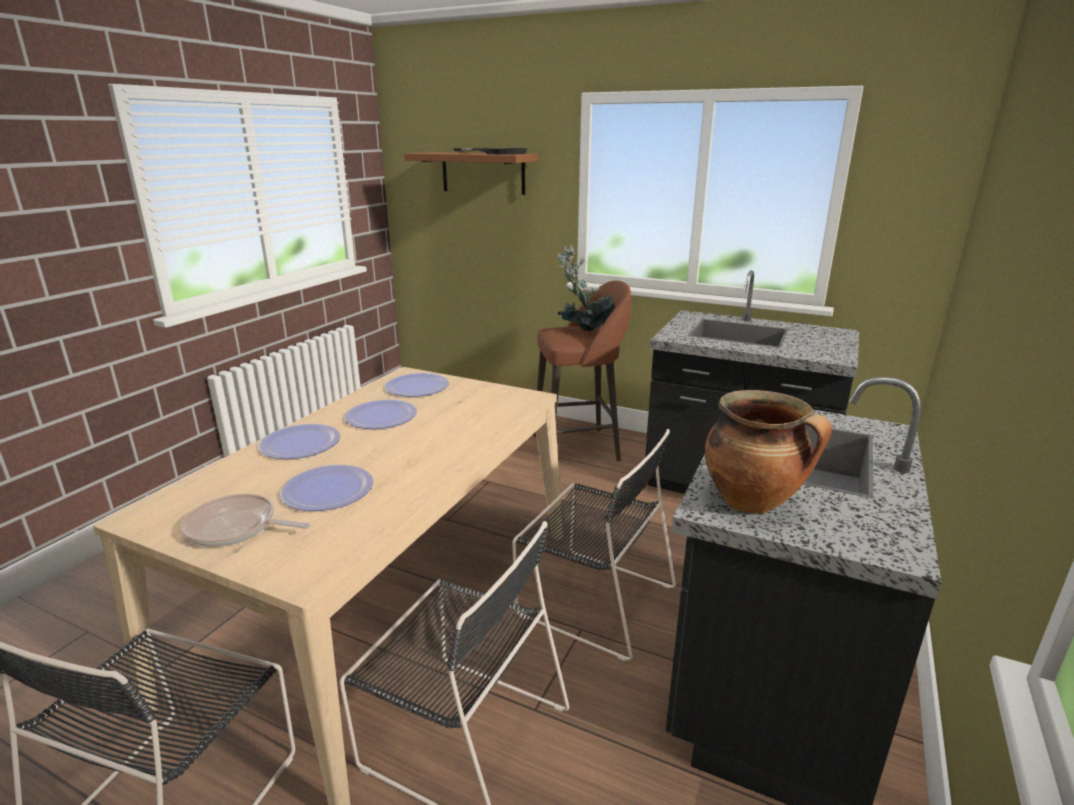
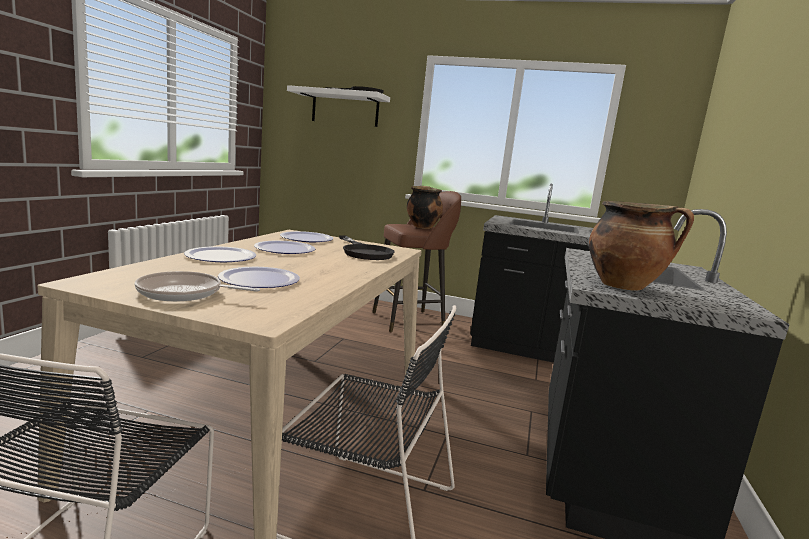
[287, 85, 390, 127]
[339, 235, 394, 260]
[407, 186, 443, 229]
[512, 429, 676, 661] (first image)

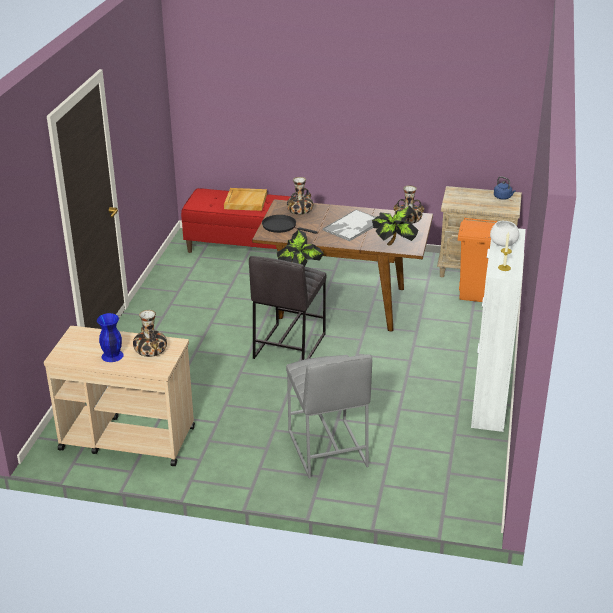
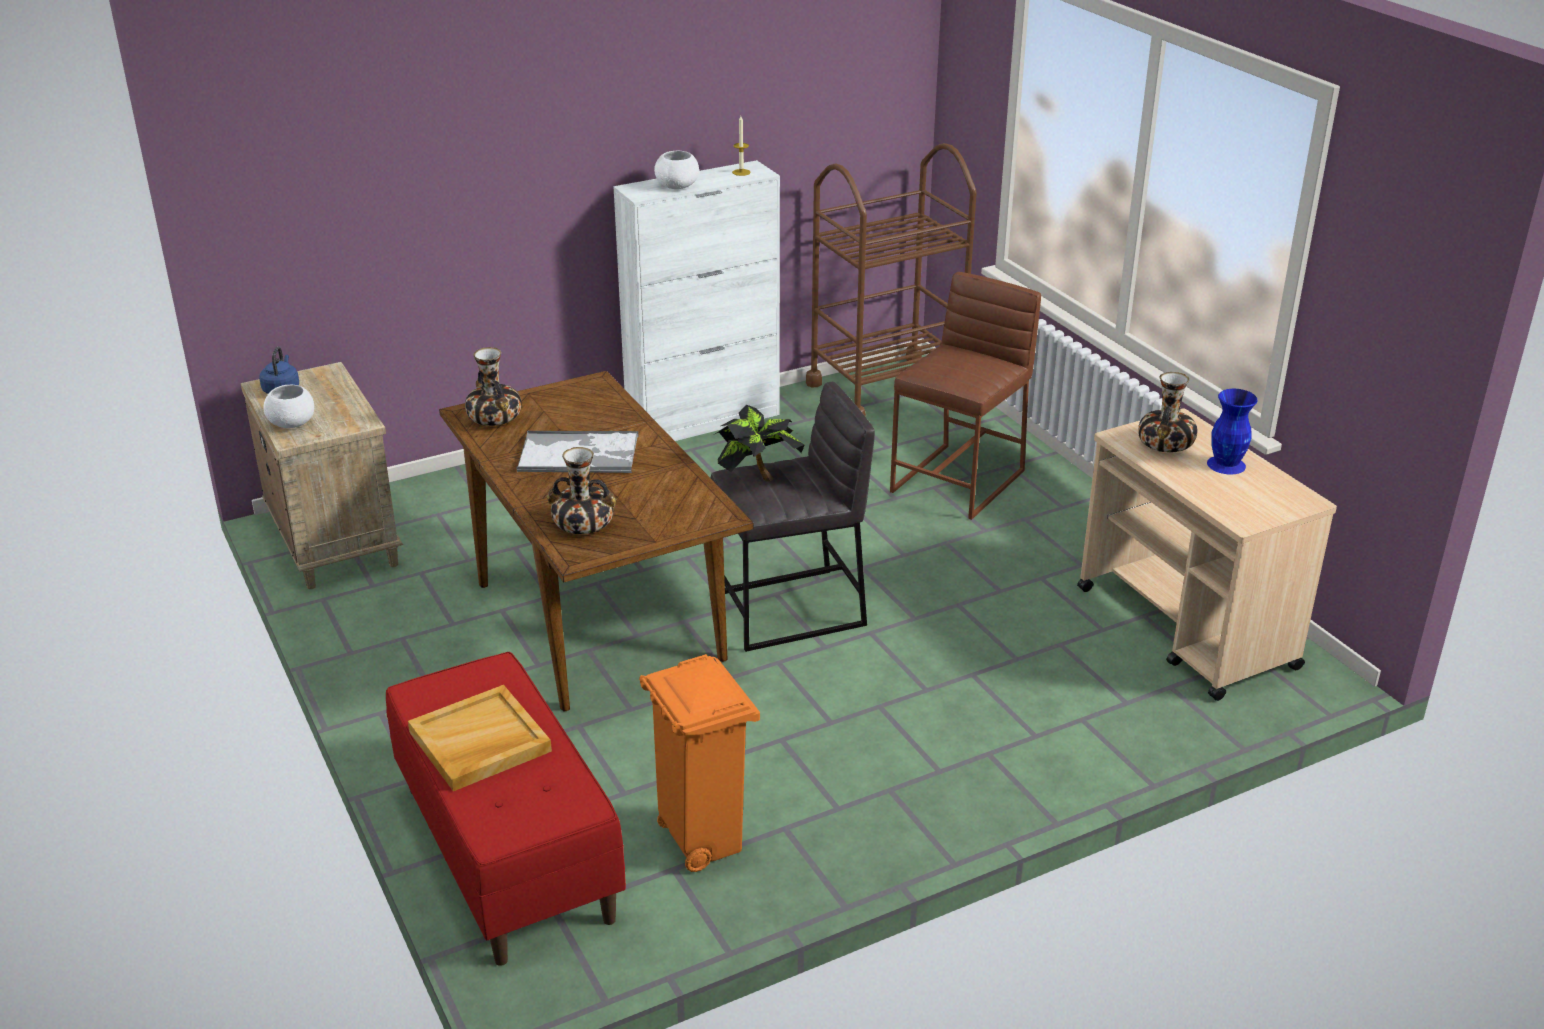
[263, 385, 314, 428]
[639, 654, 760, 872]
[806, 143, 977, 417]
[890, 272, 1041, 520]
[262, 215, 317, 234] (first image)
[372, 206, 418, 245] (first image)

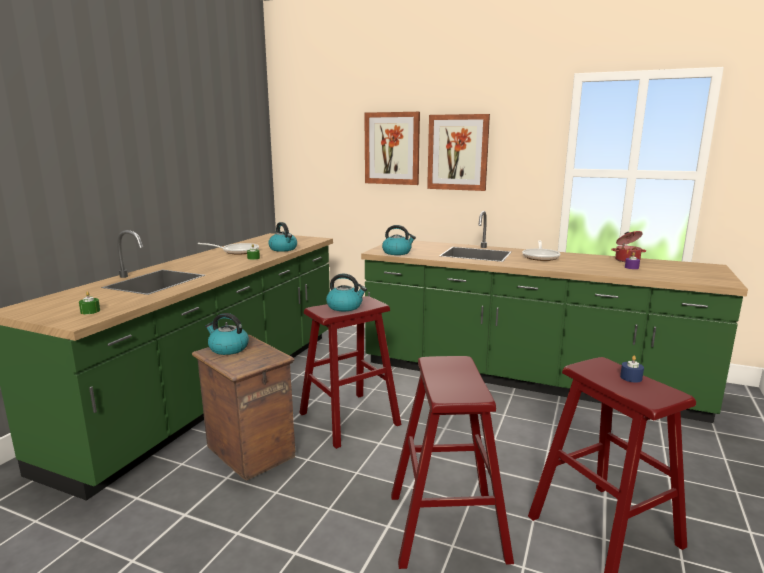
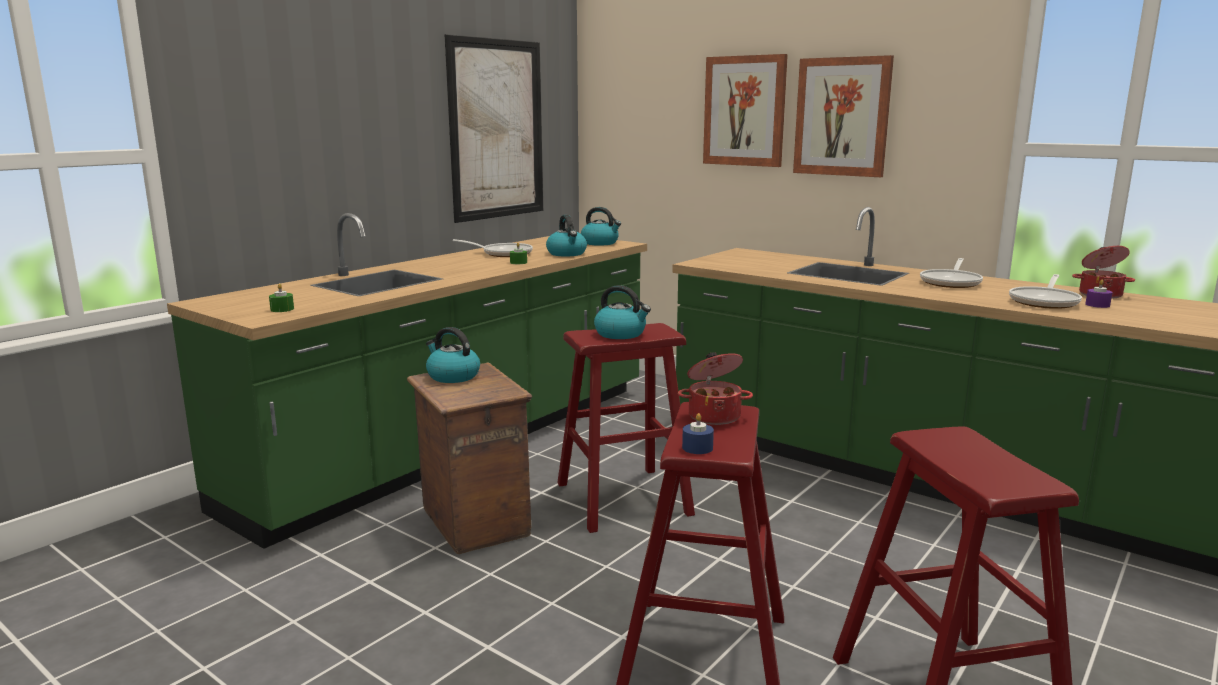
[444, 34, 543, 223]
[581, 207, 621, 246]
[678, 352, 753, 425]
[682, 413, 714, 454]
[1009, 274, 1082, 309]

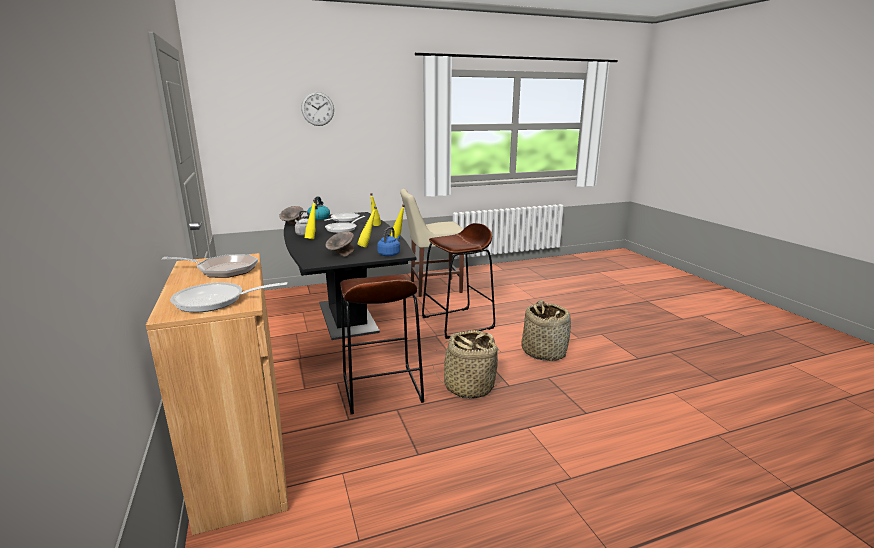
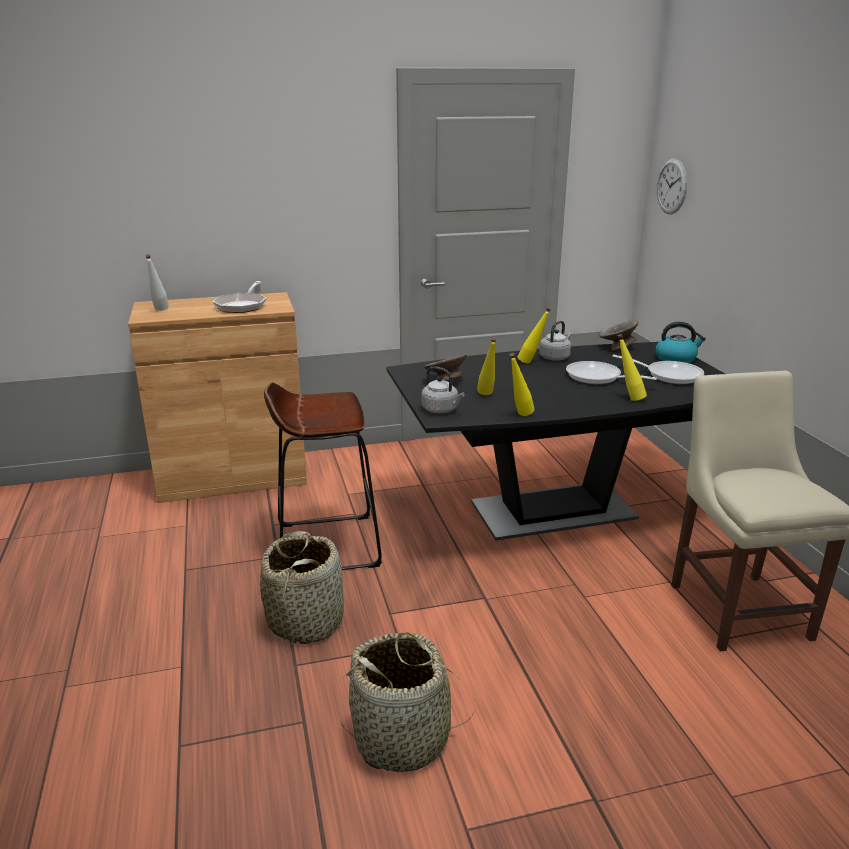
[146, 254, 169, 311]
[421, 366, 465, 413]
[657, 159, 687, 214]
[422, 223, 495, 339] (first image)

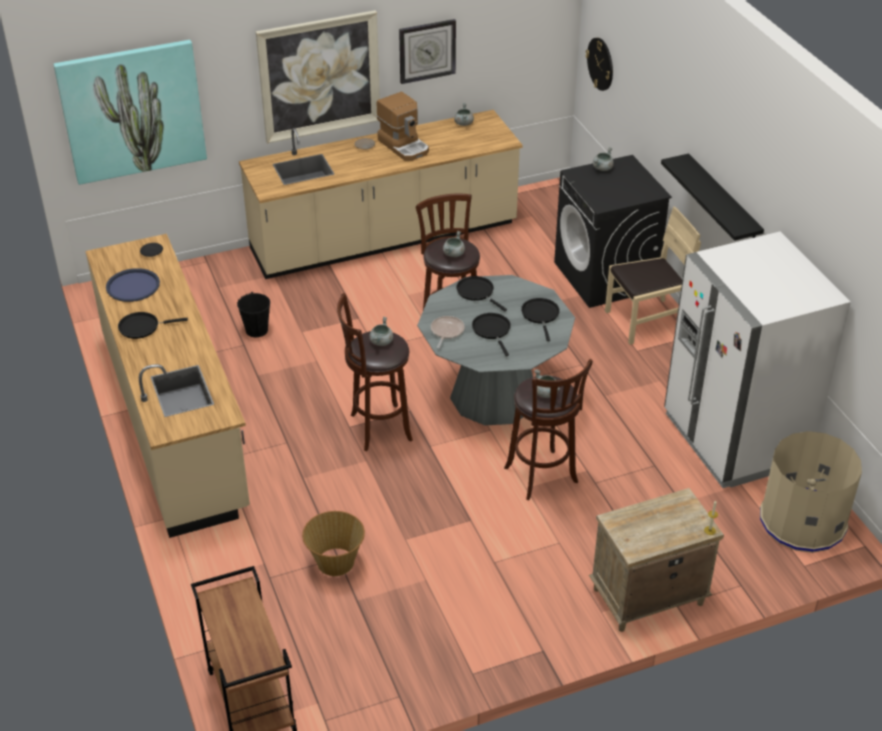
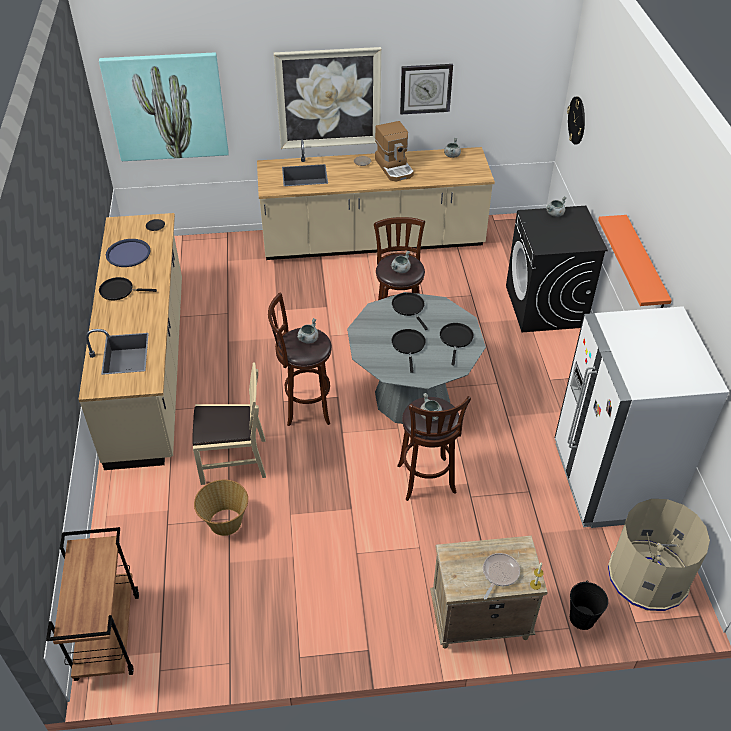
[192, 362, 266, 485]
[483, 553, 520, 600]
[570, 581, 608, 630]
[598, 215, 672, 308]

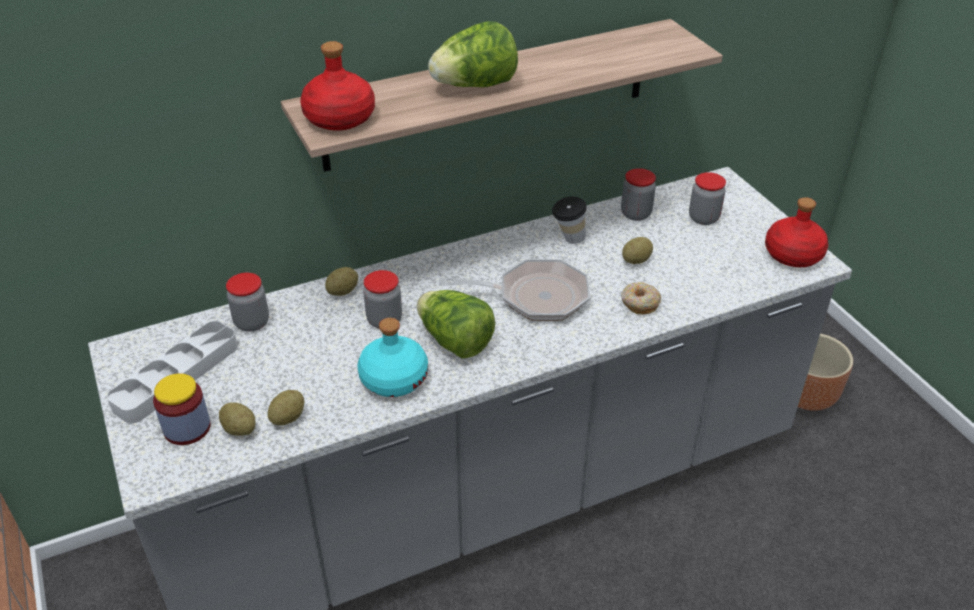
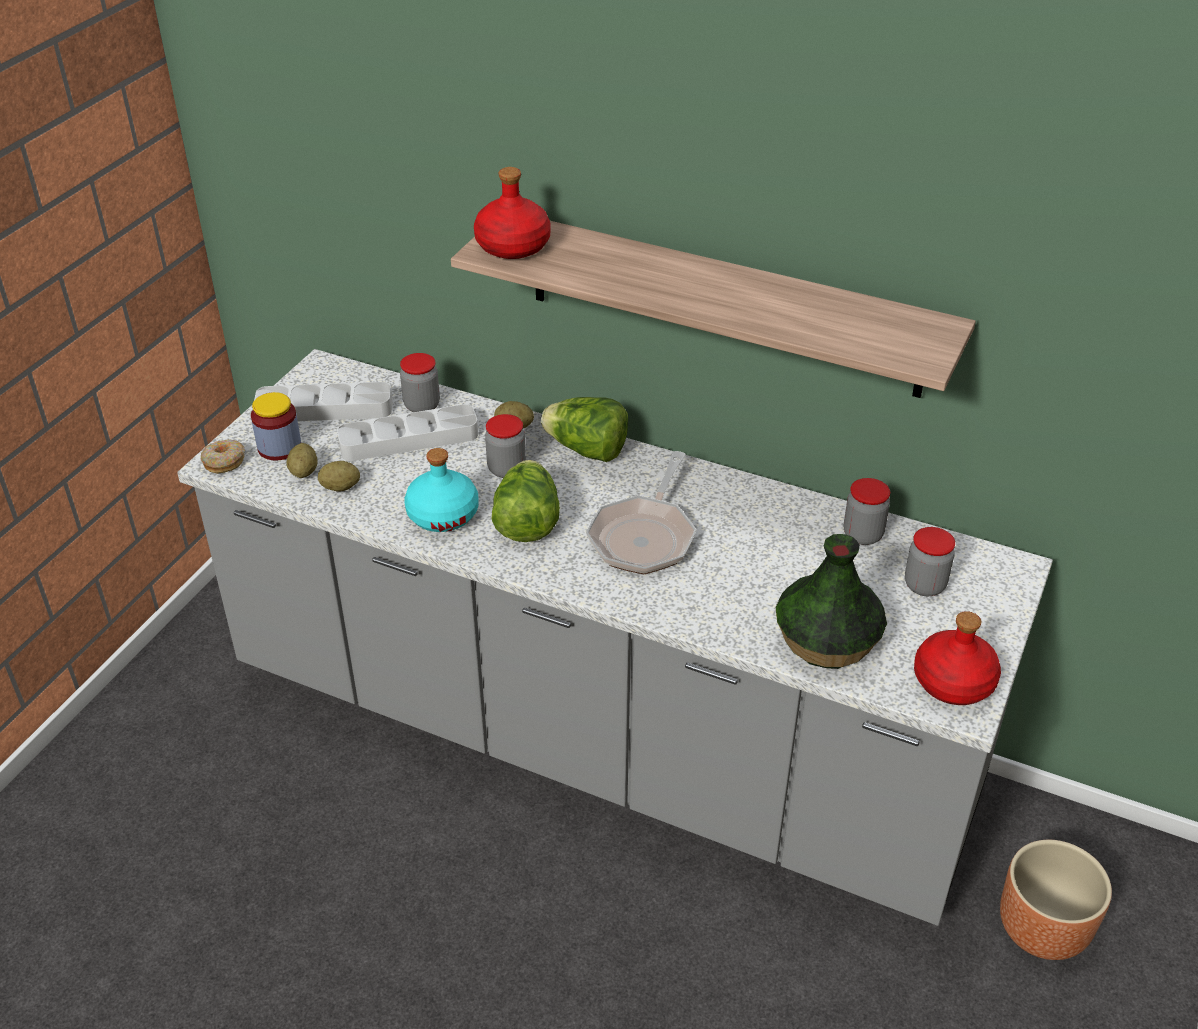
[201, 439, 245, 474]
[337, 404, 478, 461]
[541, 397, 628, 462]
[586, 451, 697, 574]
[775, 534, 887, 669]
[552, 196, 586, 244] (first image)
[622, 237, 653, 264] (first image)

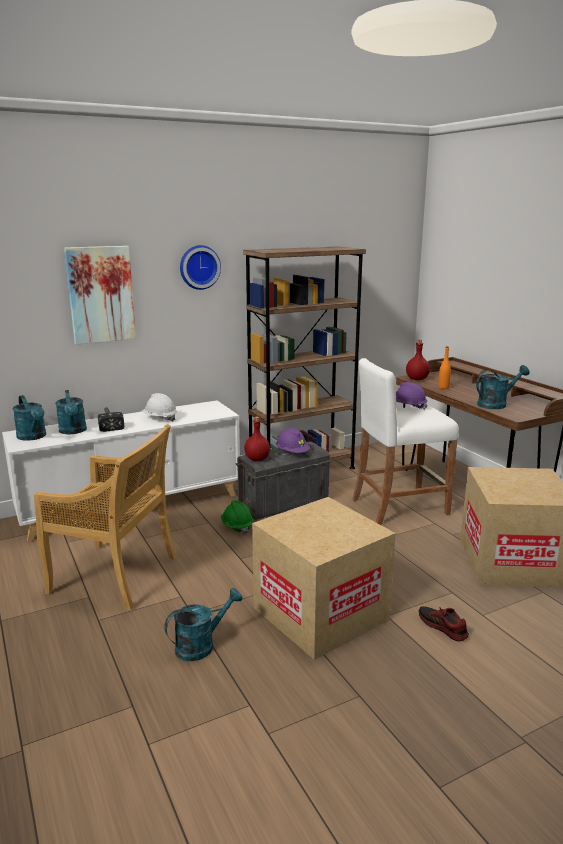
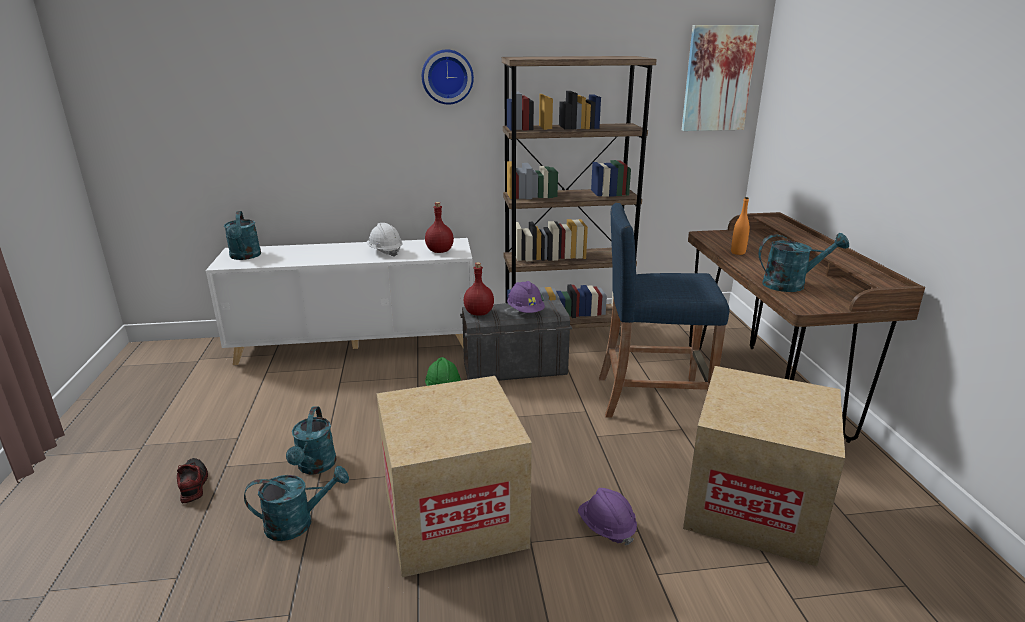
[177, 458, 208, 503]
[286, 407, 337, 475]
[425, 202, 454, 253]
[578, 488, 637, 546]
[599, 203, 730, 418]
[682, 25, 759, 131]
[34, 424, 176, 610] (first image)
[98, 407, 124, 432] (first image)

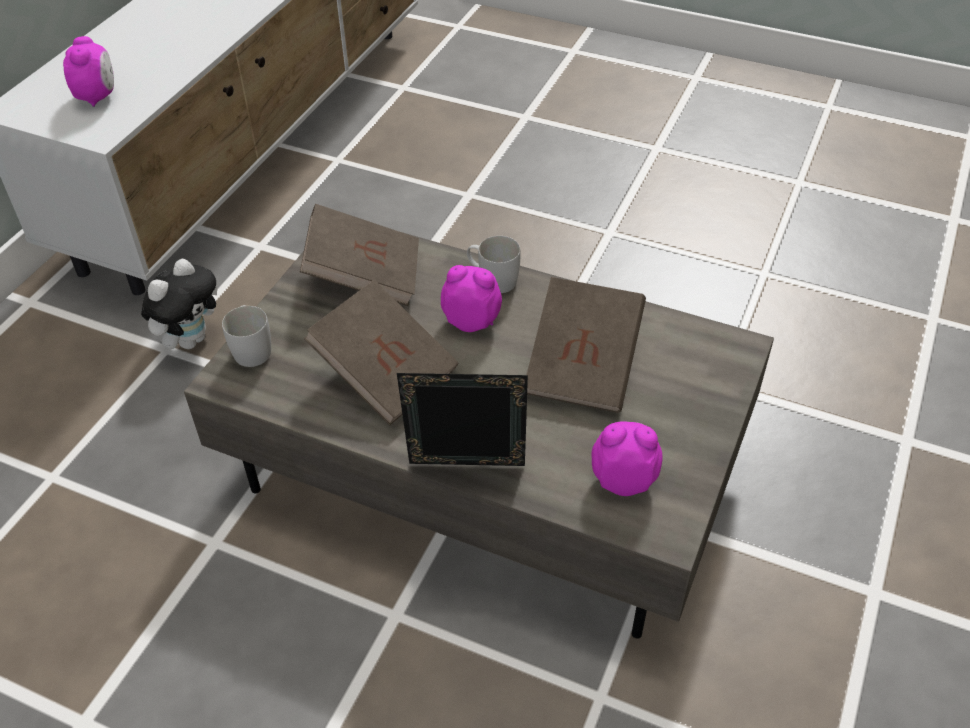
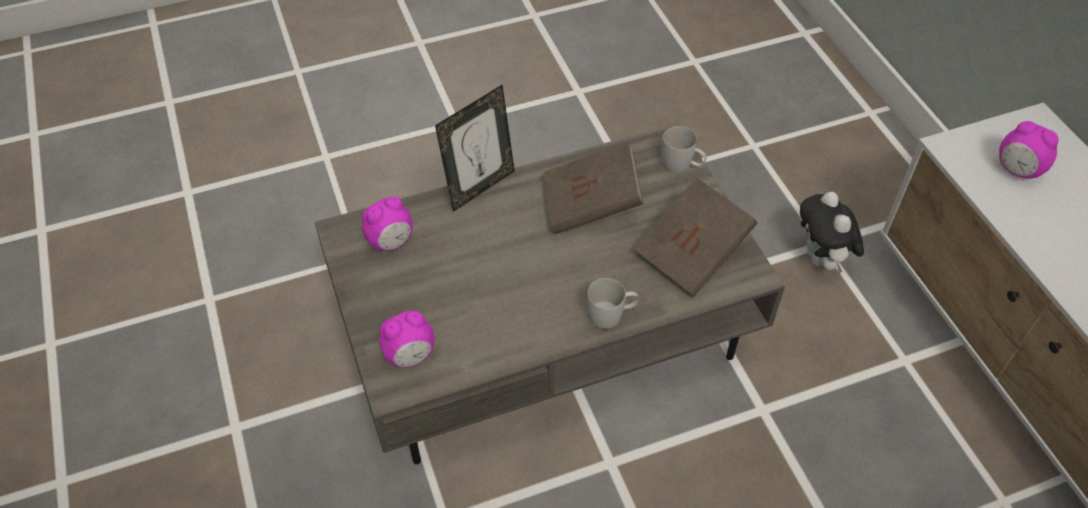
[379, 310, 435, 368]
[527, 277, 646, 413] (first image)

